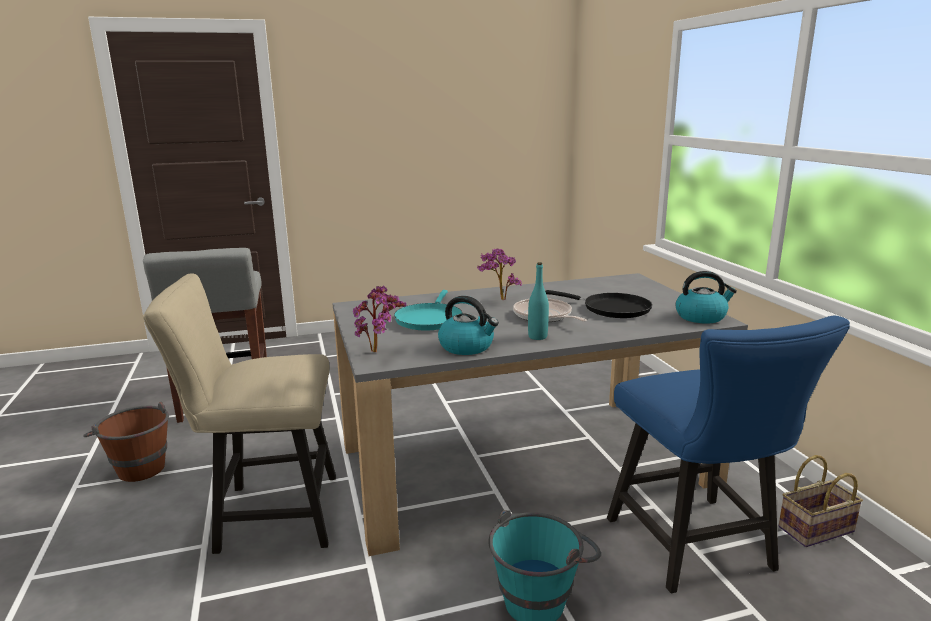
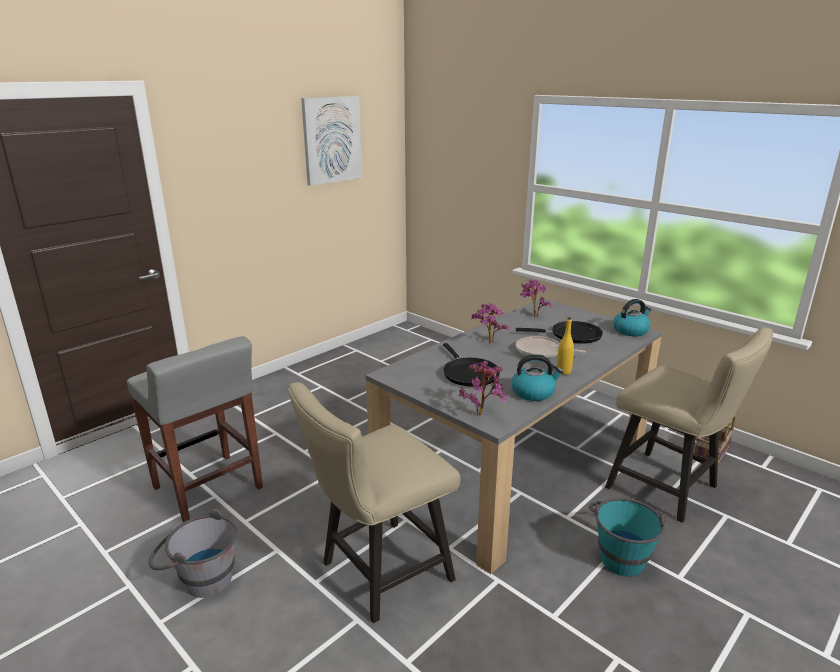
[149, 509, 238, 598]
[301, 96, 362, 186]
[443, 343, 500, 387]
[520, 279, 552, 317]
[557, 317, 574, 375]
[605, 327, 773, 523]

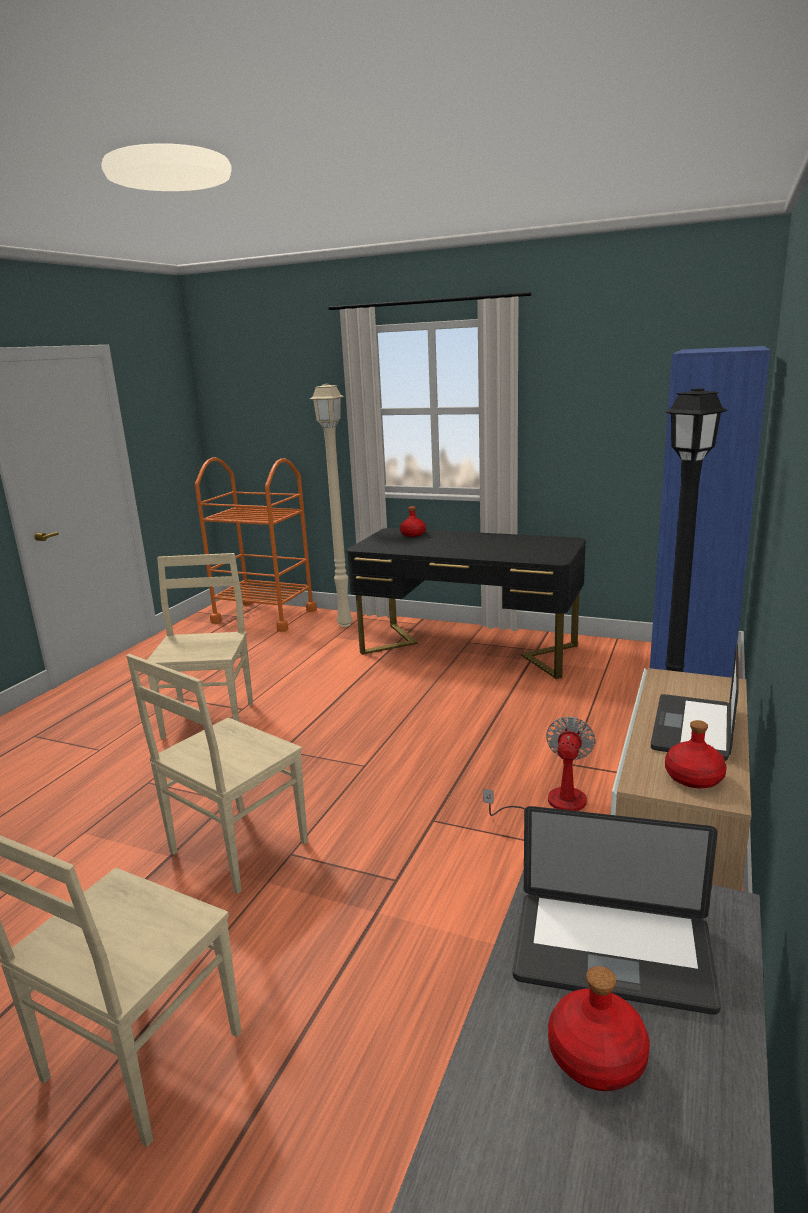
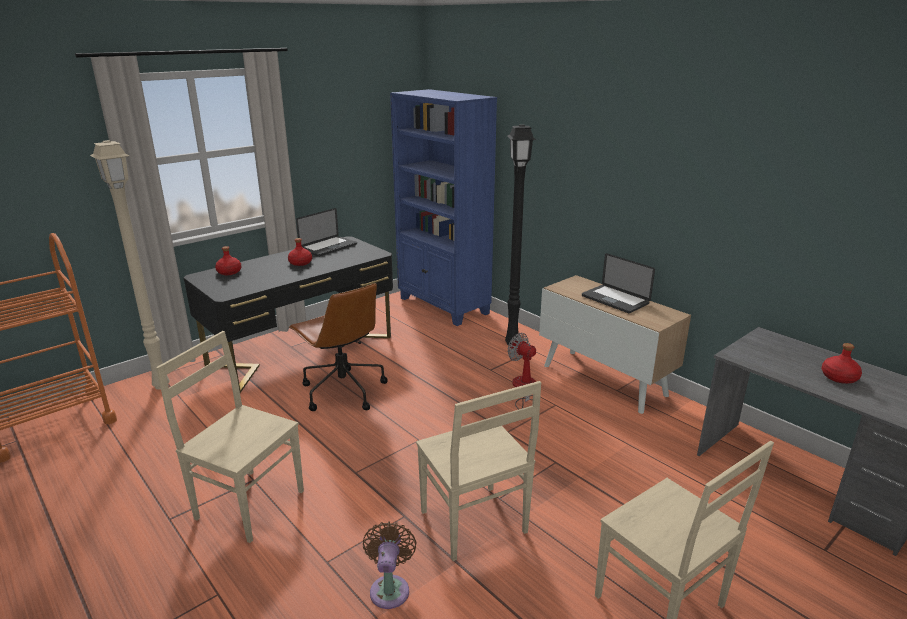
[288, 238, 312, 266]
[289, 283, 388, 411]
[296, 208, 357, 257]
[363, 521, 416, 609]

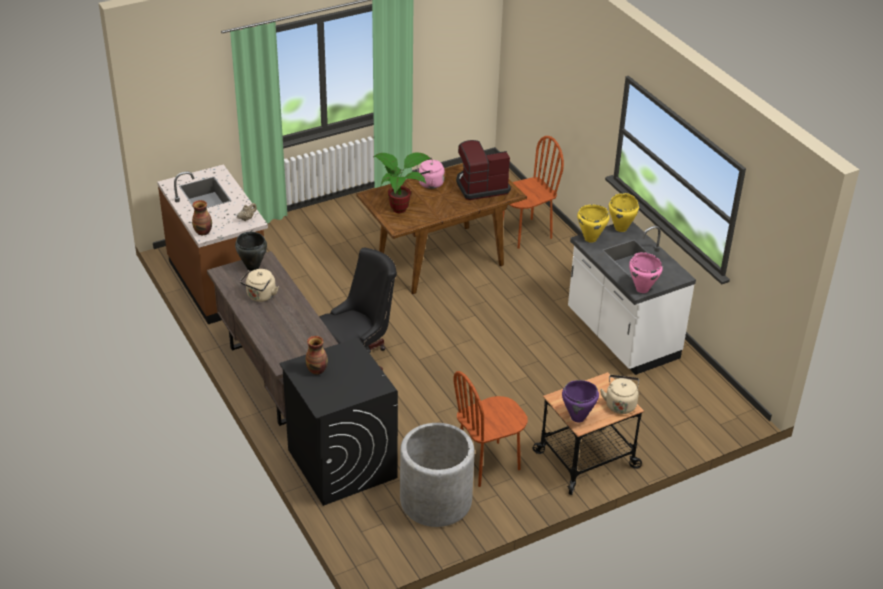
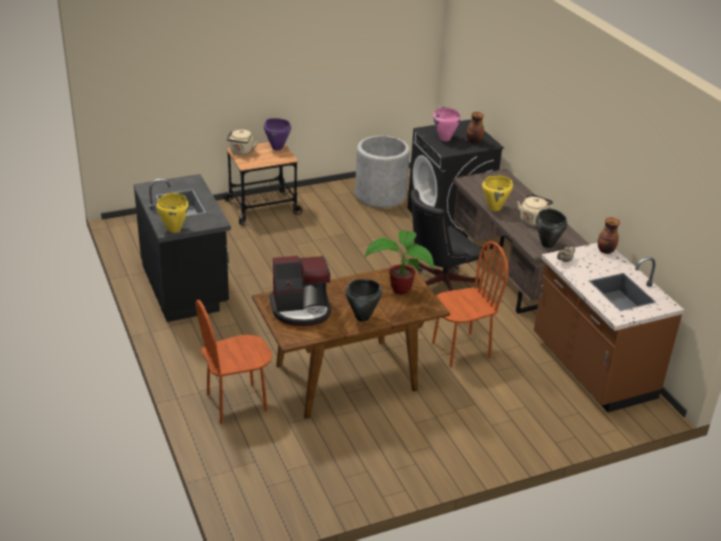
[133, 174, 231, 322]
[346, 279, 382, 322]
[432, 241, 508, 367]
[433, 107, 461, 141]
[482, 175, 513, 211]

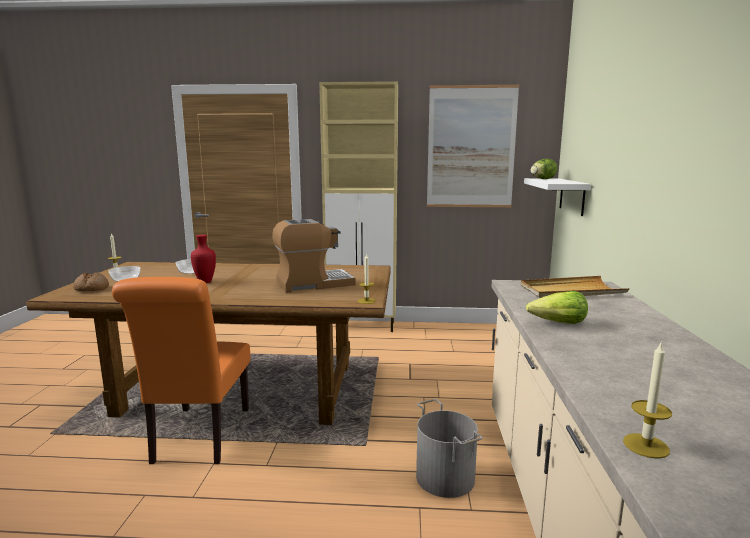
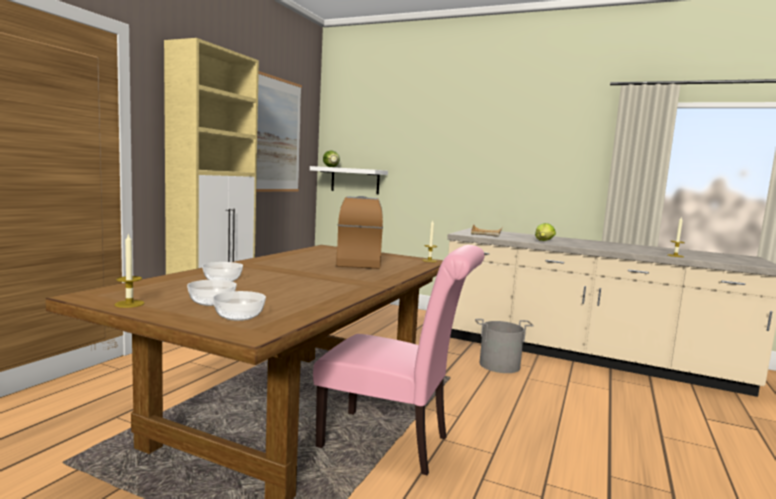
[213, 291, 266, 321]
[313, 245, 485, 475]
[191, 235, 216, 283] (first image)

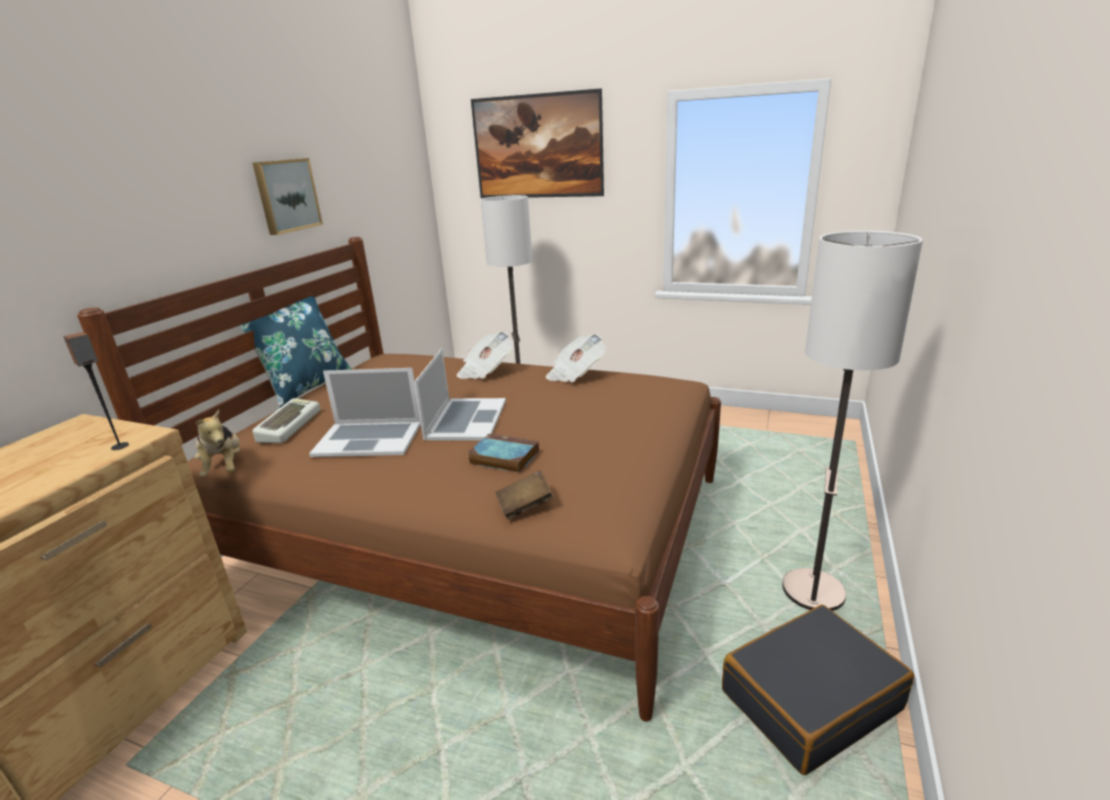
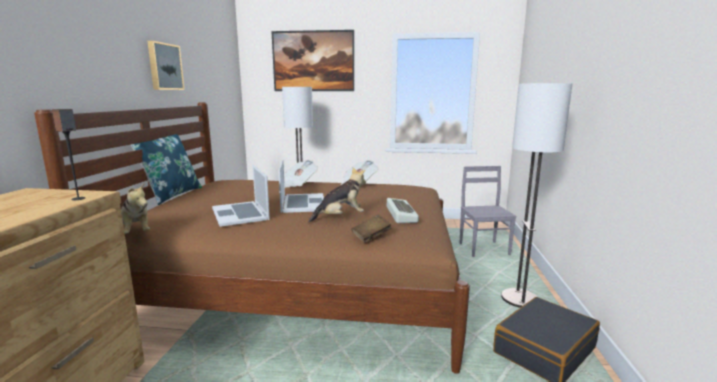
[212, 164, 270, 227]
[308, 167, 366, 222]
[387, 198, 419, 223]
[459, 166, 517, 257]

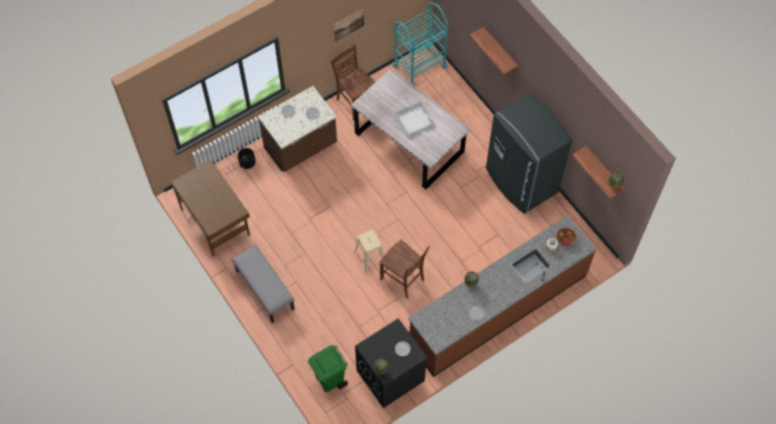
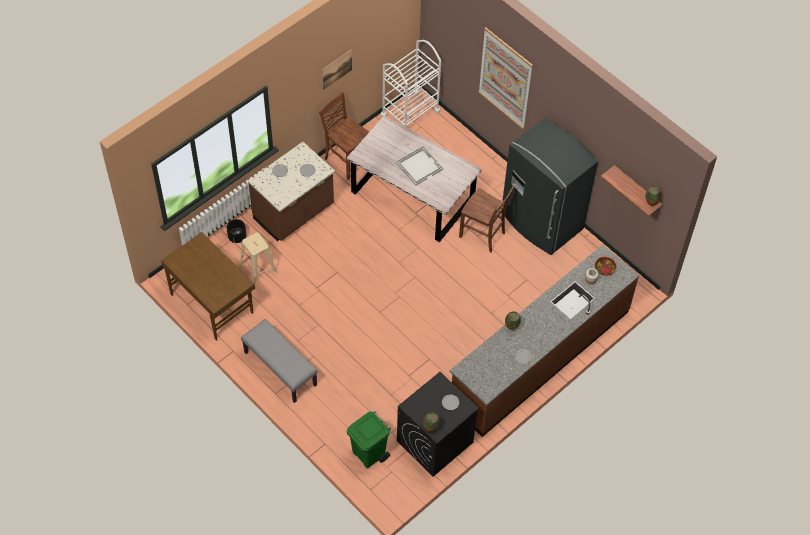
[239, 232, 277, 285]
[380, 40, 441, 127]
[459, 185, 514, 253]
[479, 27, 533, 129]

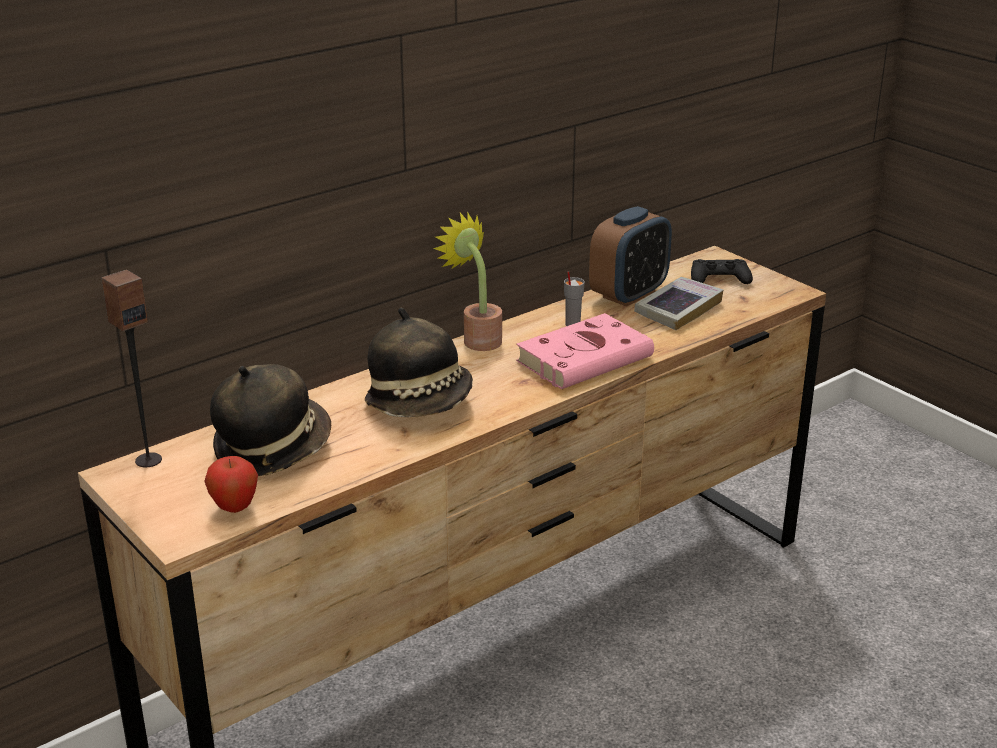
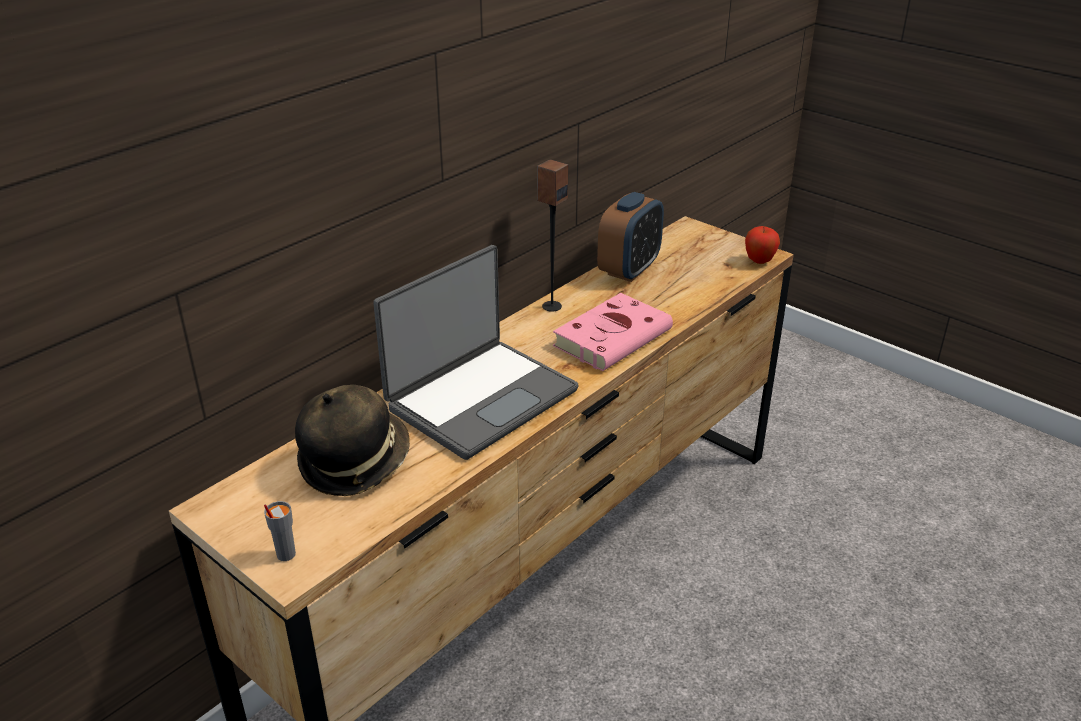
[264, 501, 296, 561]
[373, 245, 579, 460]
[537, 159, 568, 312]
[745, 226, 780, 264]
[433, 212, 502, 351] (first image)
[634, 277, 723, 330] (first image)
[691, 259, 753, 284] (first image)

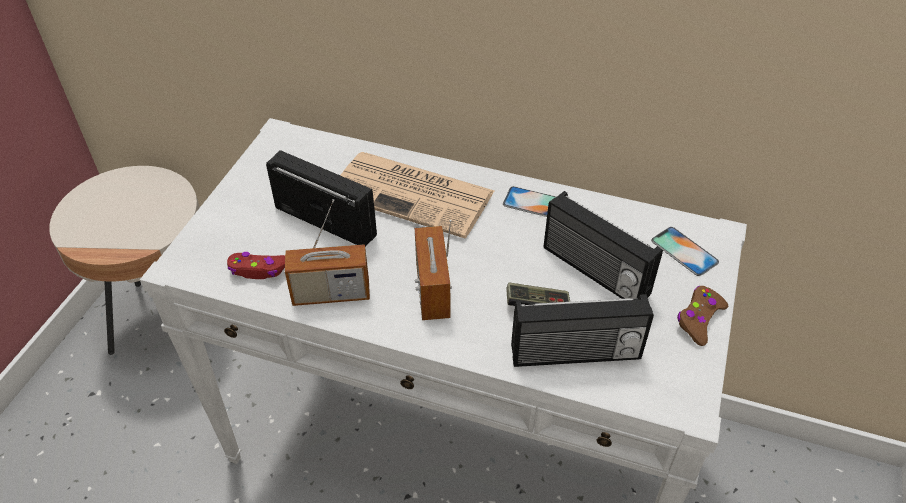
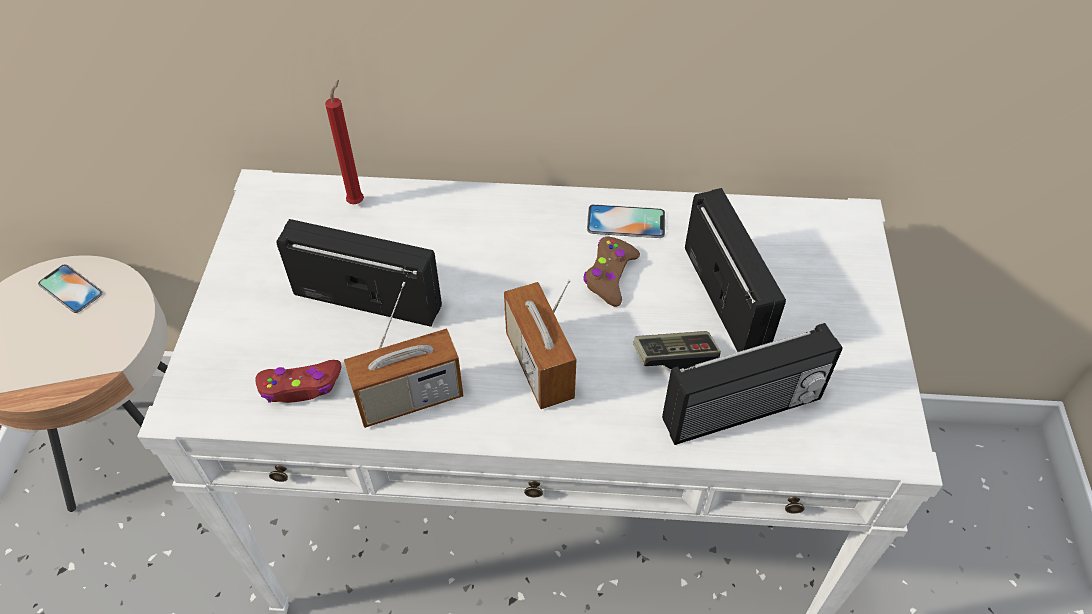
[38, 264, 103, 313]
[325, 80, 364, 204]
[583, 236, 640, 307]
[685, 188, 786, 352]
[340, 152, 494, 238] (first image)

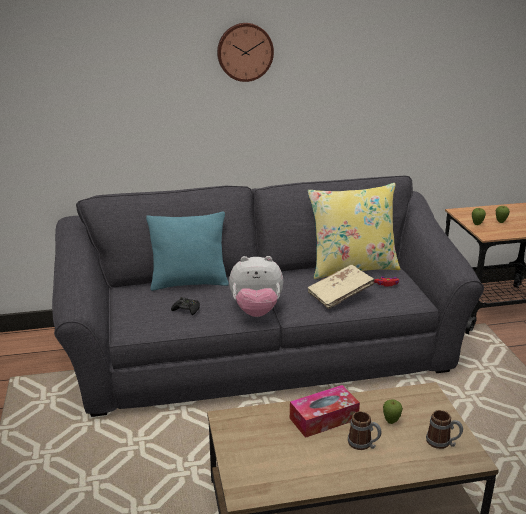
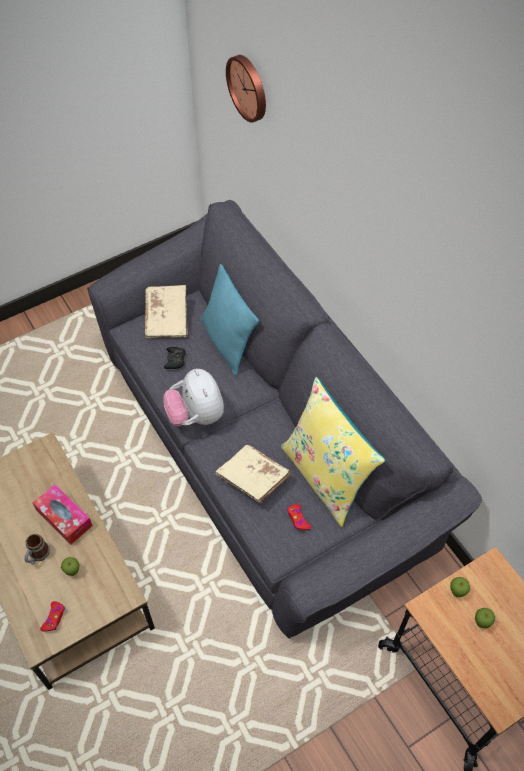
[40, 601, 65, 631]
[145, 285, 188, 339]
[226, 55, 266, 123]

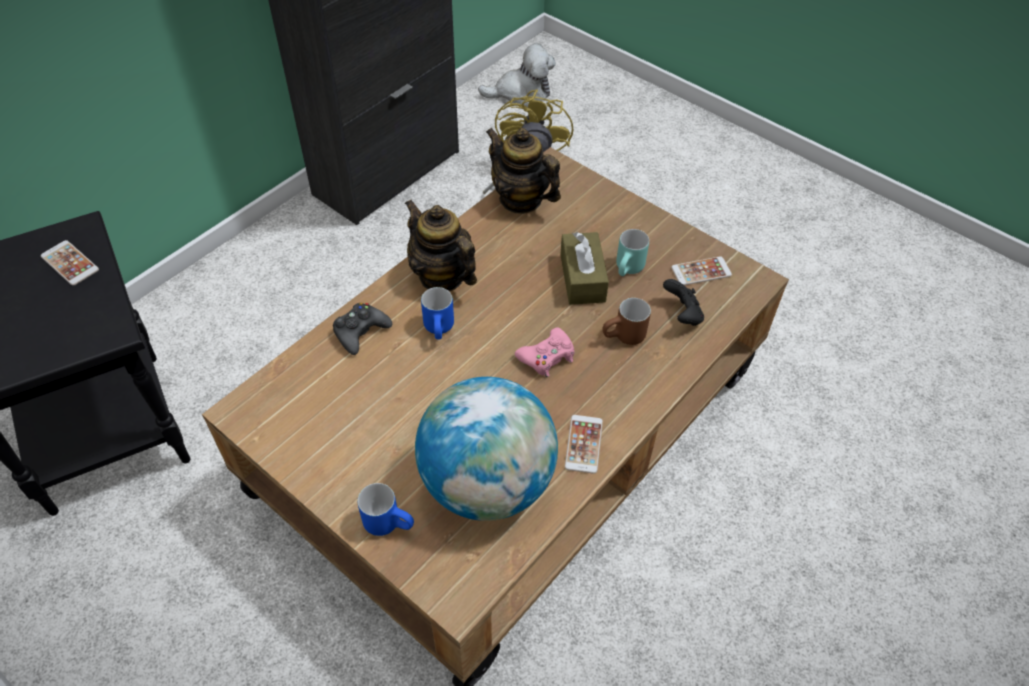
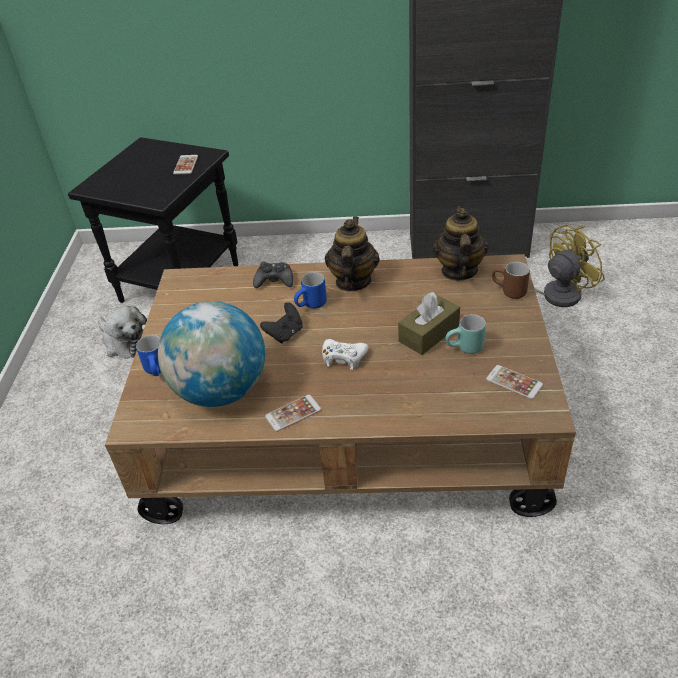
[98, 306, 147, 359]
[260, 302, 303, 343]
[322, 339, 368, 370]
[492, 262, 530, 299]

